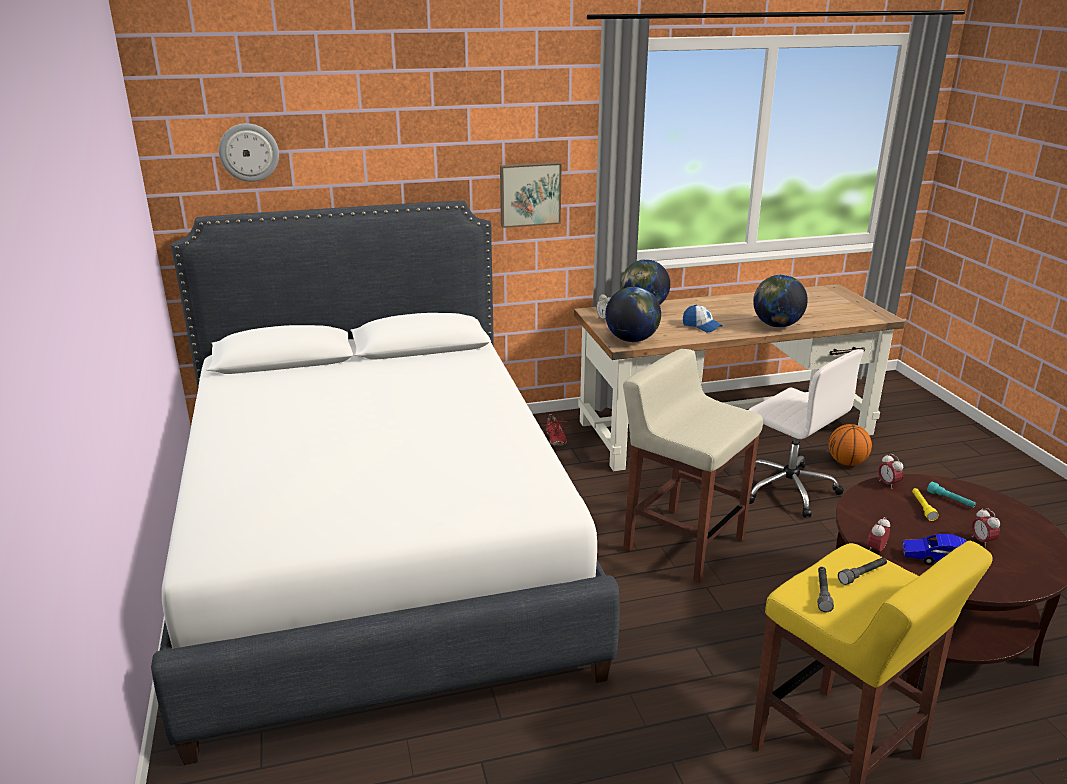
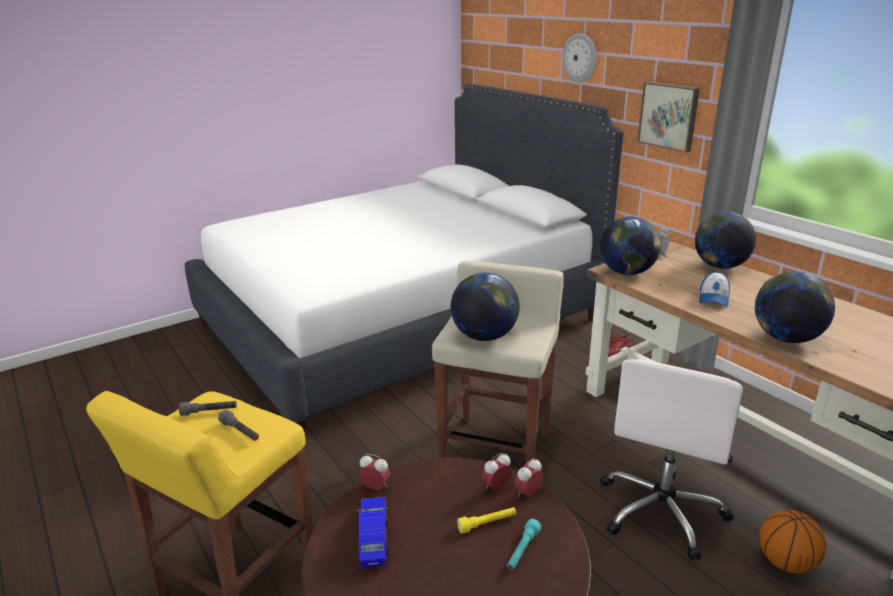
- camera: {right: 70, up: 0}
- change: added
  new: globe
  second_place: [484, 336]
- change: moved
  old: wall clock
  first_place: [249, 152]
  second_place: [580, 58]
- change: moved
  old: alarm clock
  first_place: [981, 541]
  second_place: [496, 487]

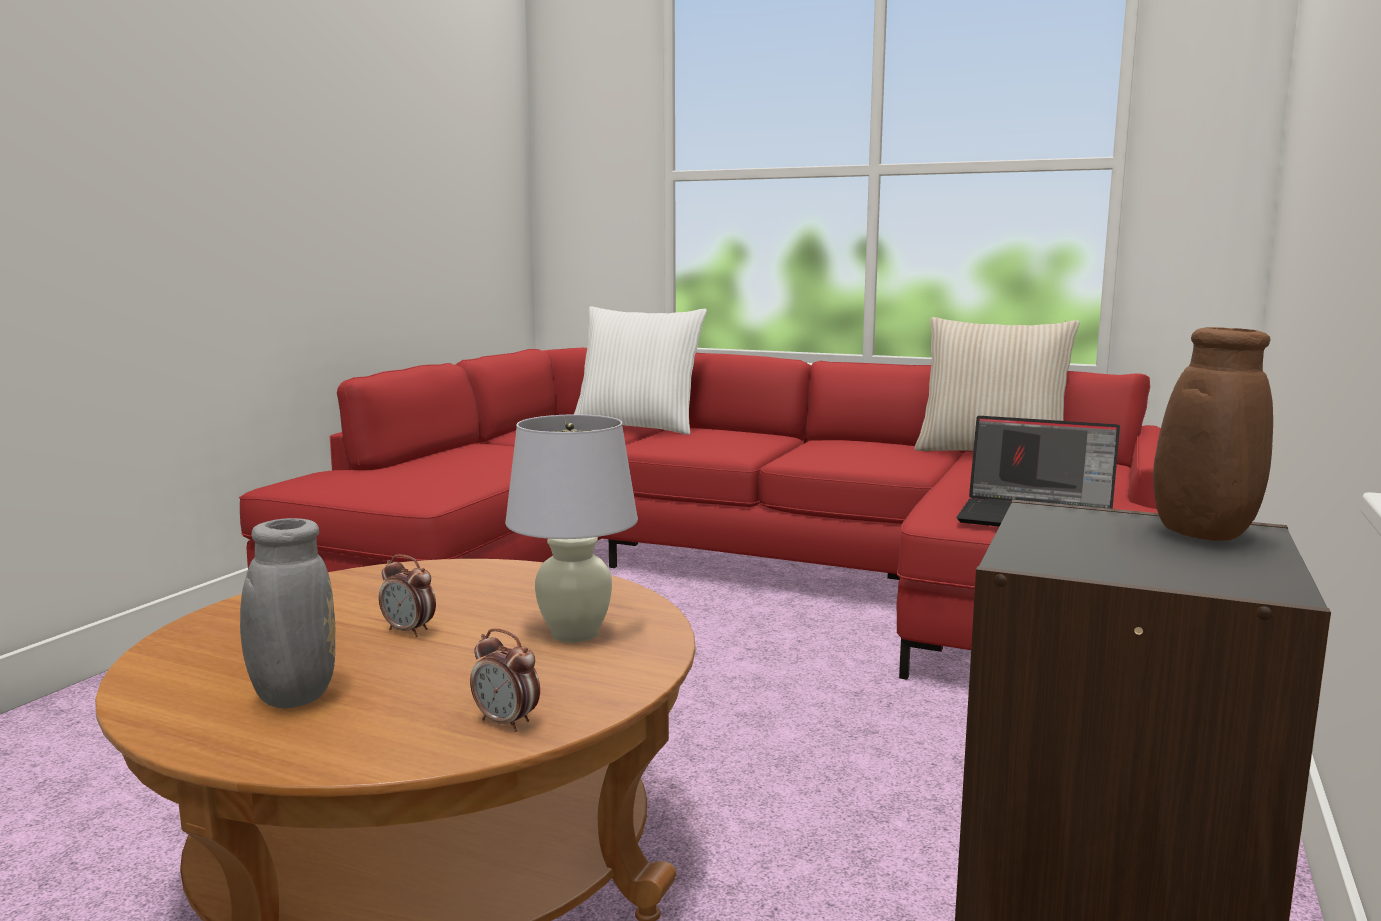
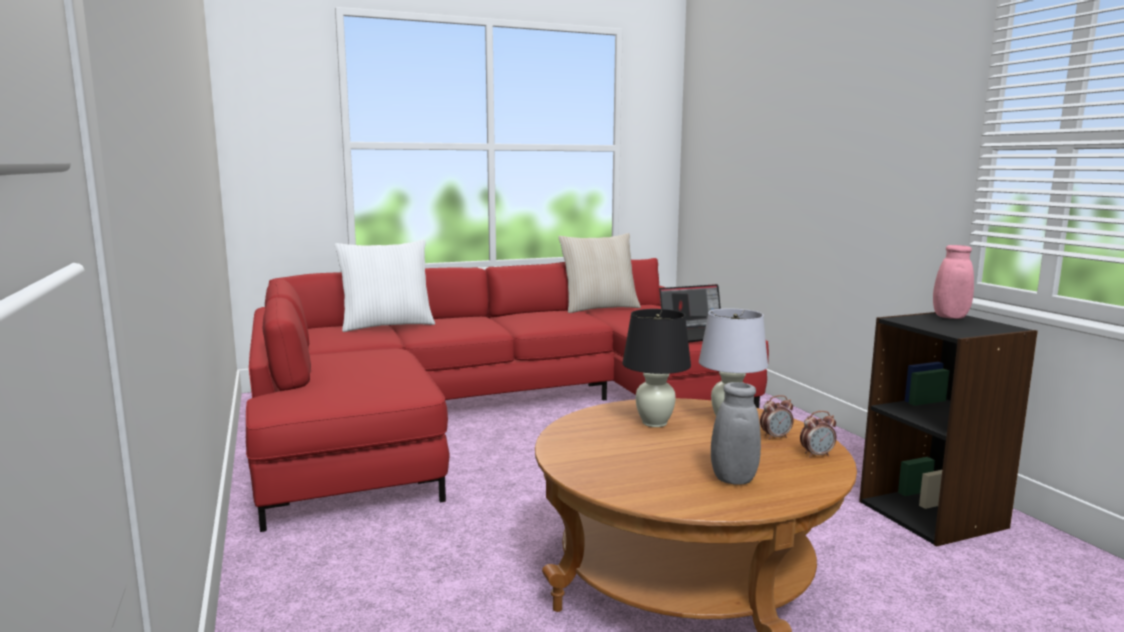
- camera: {right: -45, up: 0}
- change: added
  new: black table lamp
  second_place: [655, 423]
- change: moved
  old: alarm clock
  first_place: [409, 631]
  second_place: [775, 437]
- change: recoloured
  old: brown vase
  new: pink vase
  first_place: [1194, 534]
  second_place: [948, 318]

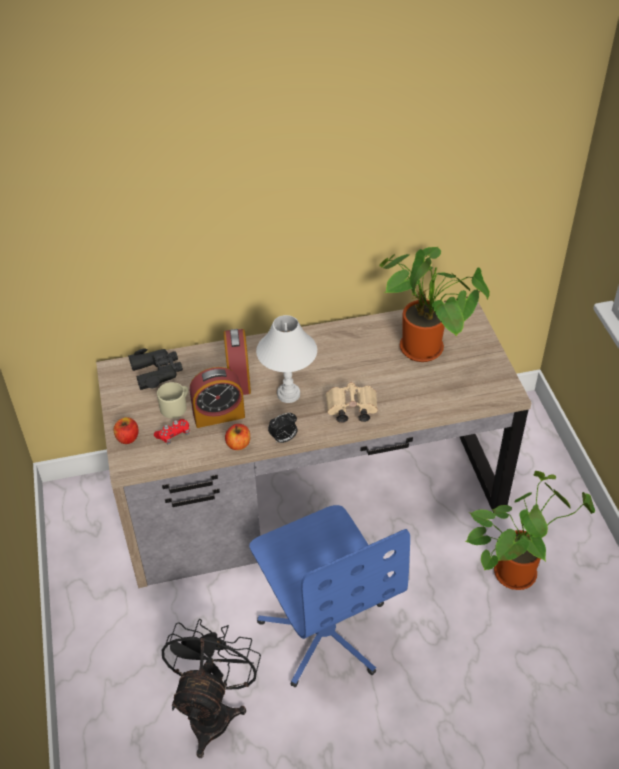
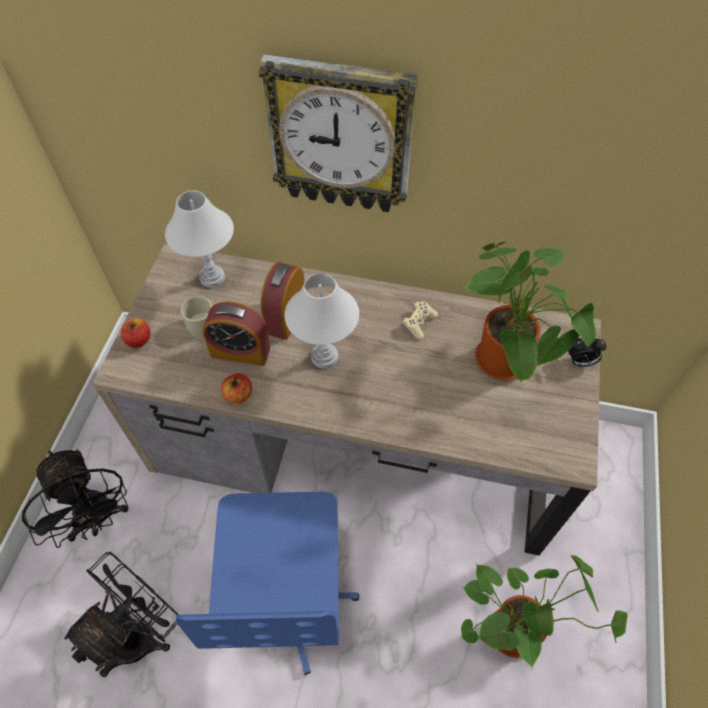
- camera: {right: 25, up: 10}
- change: removed
  old: red game controller
  first_place: [173, 435]
- change: removed
  old: beige binoculars
  first_place: [350, 410]
- change: added
  new: black fan
  second_place: [97, 520]
- change: added
  new: wall clock
  second_place: [341, 137]
- change: added
  new: beige game controller
  second_place: [419, 323]
- change: moved
  old: alarm clock
  first_place: [283, 439]
  second_place: [580, 362]
- change: replaced
  old: black binoculars
  new: white table lamp
  first_place: [157, 372]
  second_place: [212, 277]

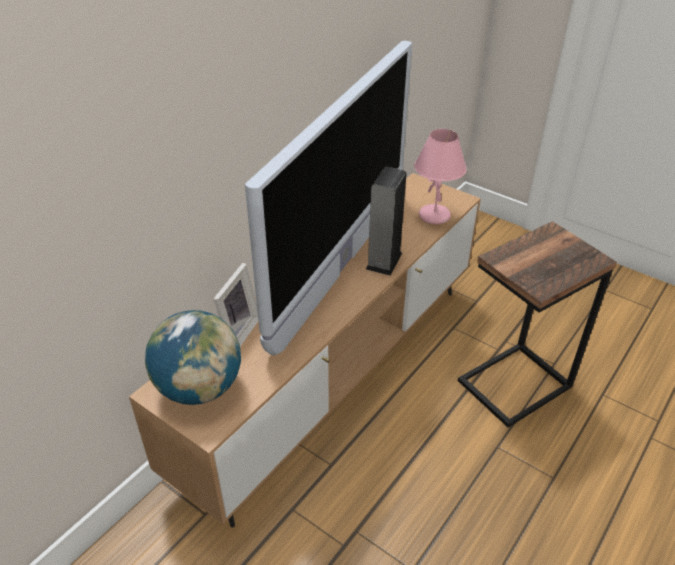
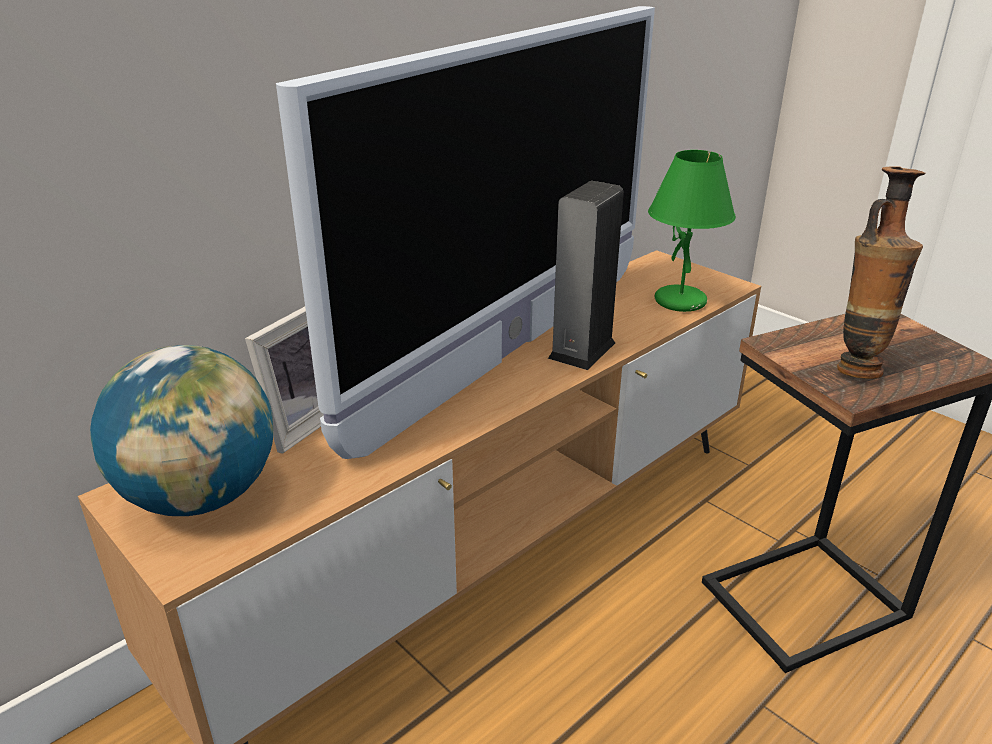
- camera: {right: 10, up: -10}
- change: added
  new: vase
  second_place: [857, 367]
- change: recoloured
  old: pink table lamp
  new: green table lamp
  first_place: [435, 216]
  second_place: [681, 301]

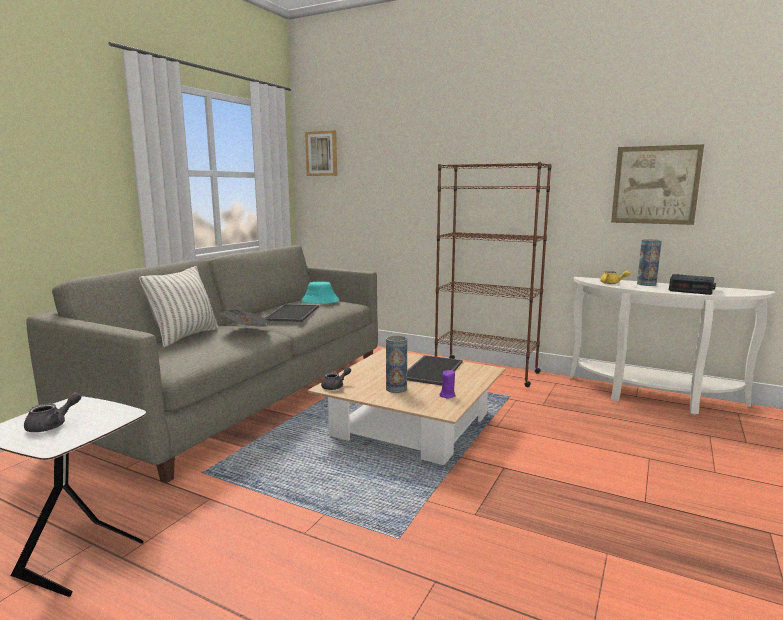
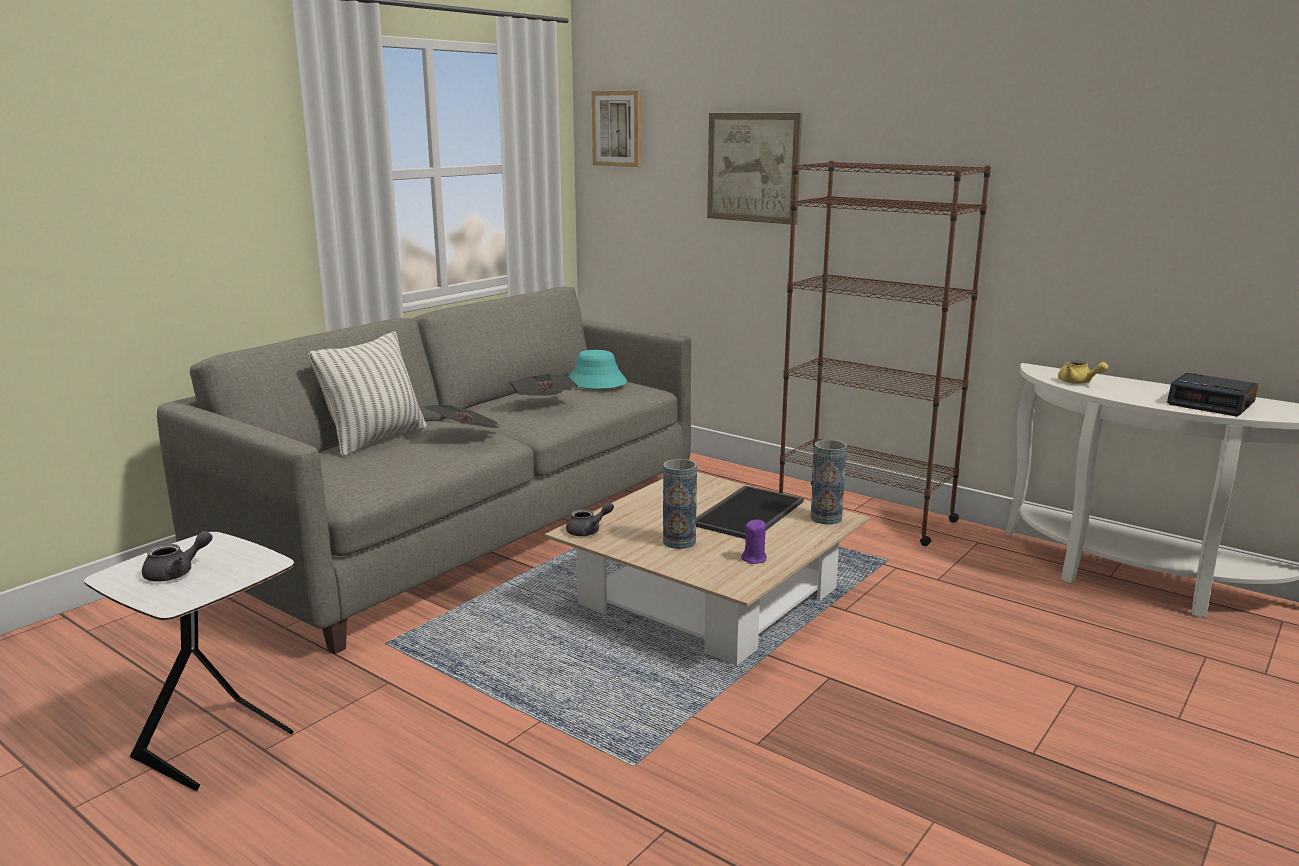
- camera: {right: 10, up: 5}
- change: moved
  old: picture
  first_place: [655, 185]
  second_place: [753, 167]
- change: moved
  old: vase
  first_place: [646, 284]
  second_place: [826, 518]
- change: replaced
  old: tray
  new: newspaper
  first_place: [291, 313]
  second_place: [544, 404]

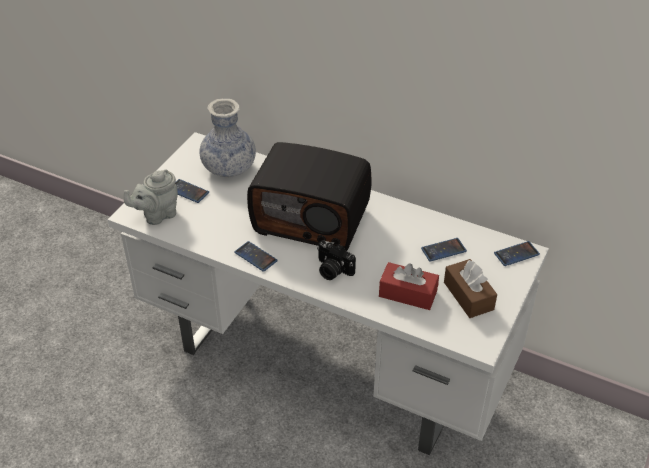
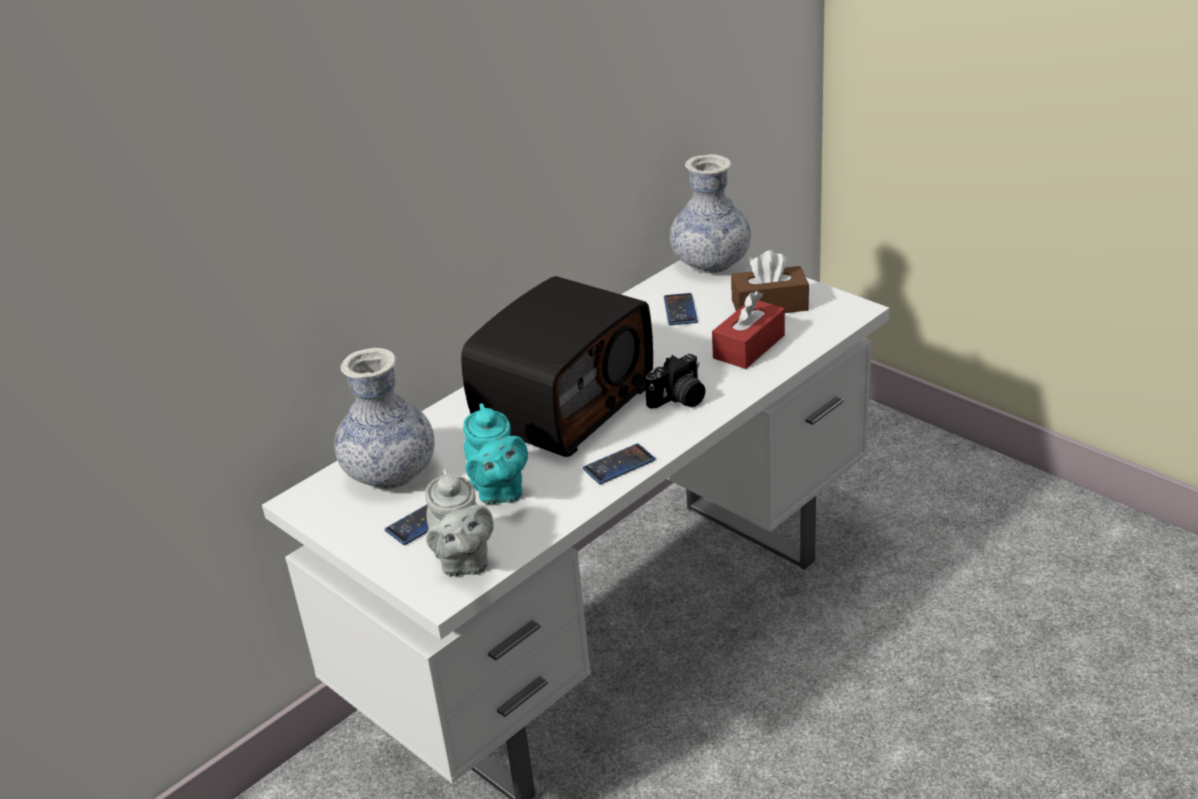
- camera: {right: -70, up: -10}
- change: added
  new: turquoise teapot
  second_place: [498, 492]
- change: replaced
  old: phone
  new: vase
  first_place: [516, 254]
  second_place: [711, 263]

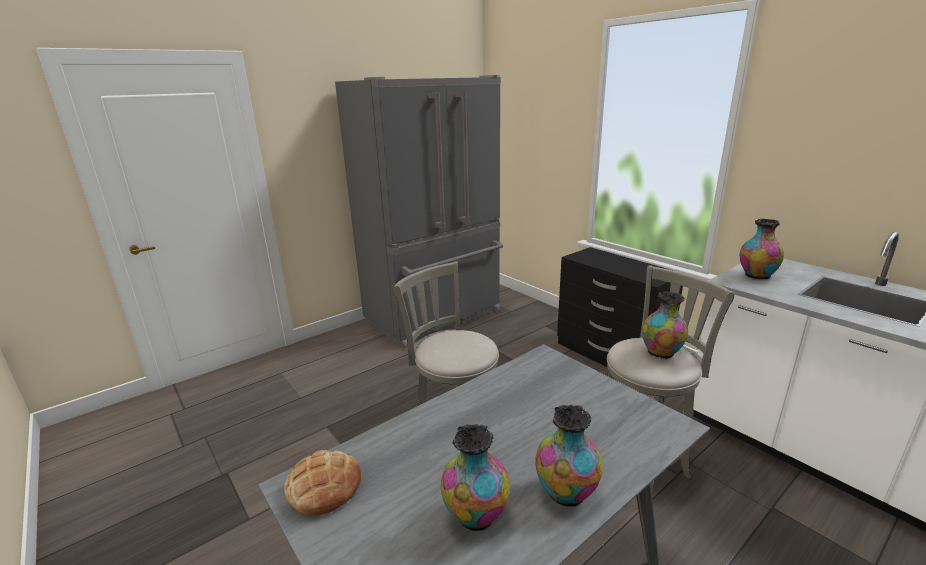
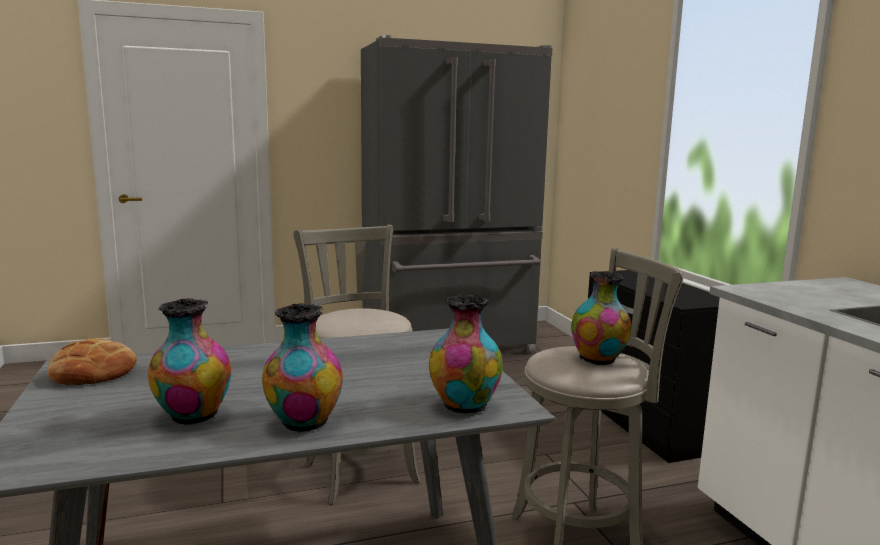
- camera: {right: 20, up: -10}
- change: moved
  old: vase
  first_place: [756, 276]
  second_place: [464, 406]

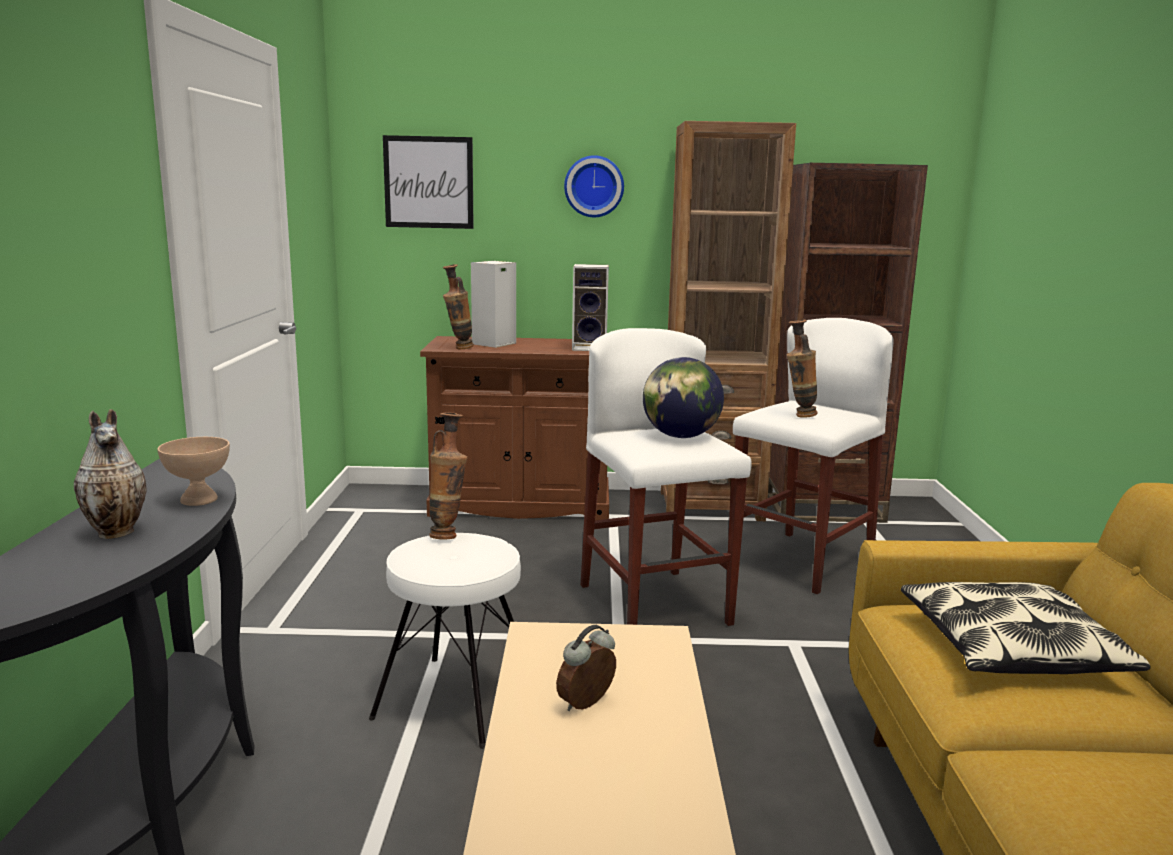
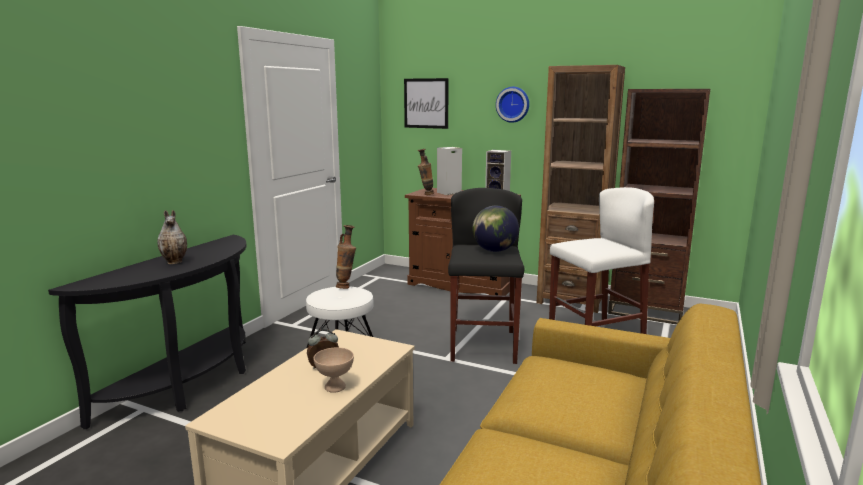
- camera: {right: 25, up: 0}
- change: removed
  old: vase
  first_place: [799, 415]
- change: removed
  old: pillow
  first_place: [1010, 648]
- change: moved
  old: beige bowl
  first_place: [200, 500]
  second_place: [335, 387]
- change: recoloured
  old: white stool
  new: black stool
  first_place: [654, 604]
  second_place: [483, 346]

